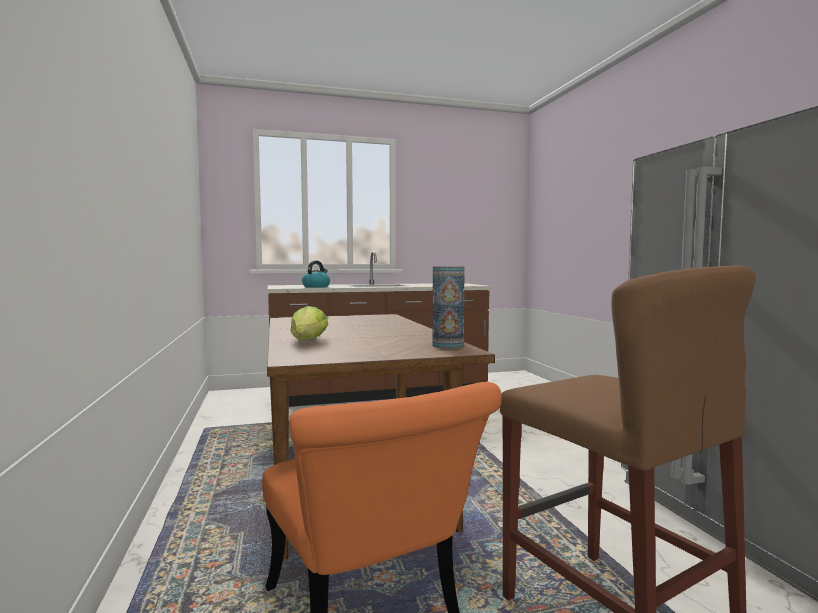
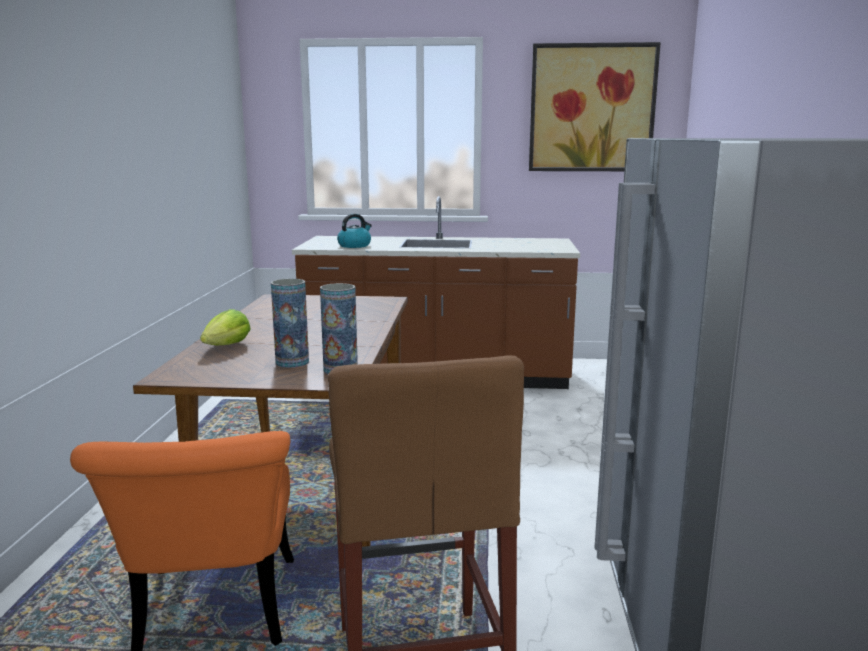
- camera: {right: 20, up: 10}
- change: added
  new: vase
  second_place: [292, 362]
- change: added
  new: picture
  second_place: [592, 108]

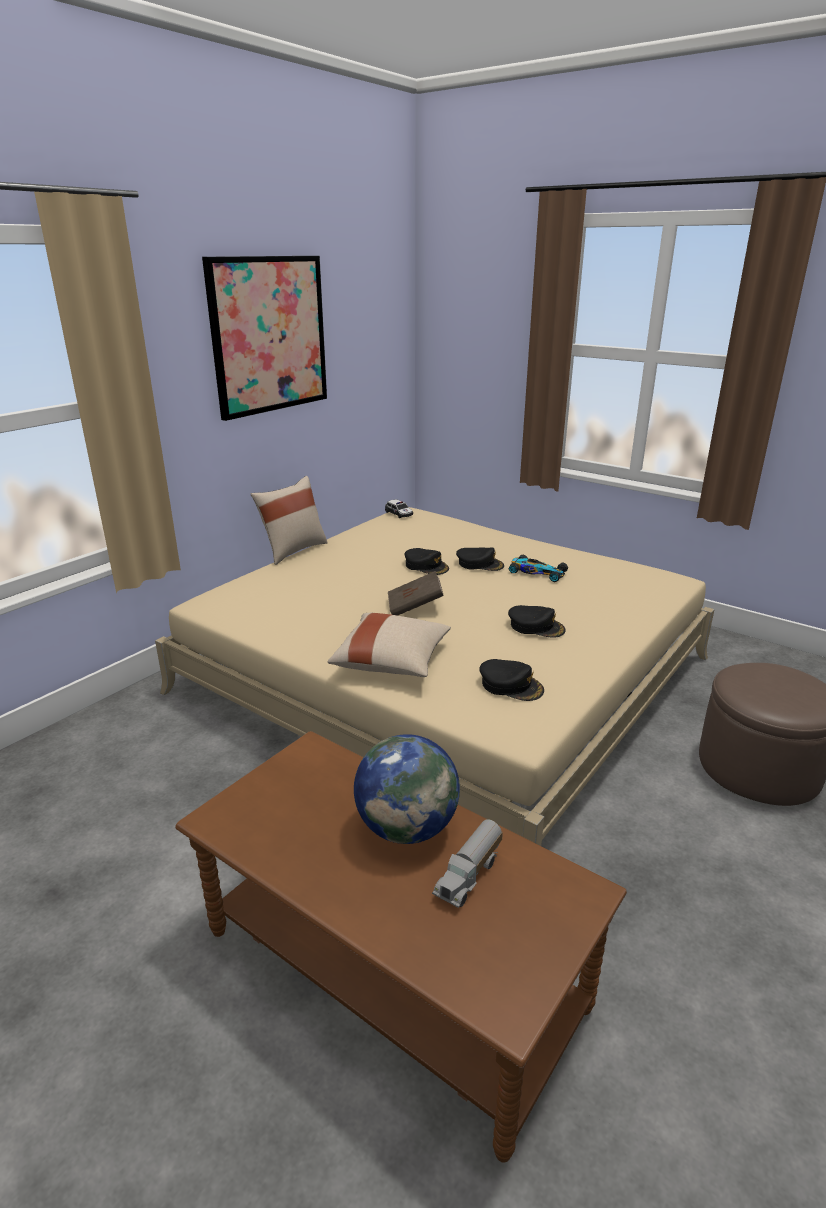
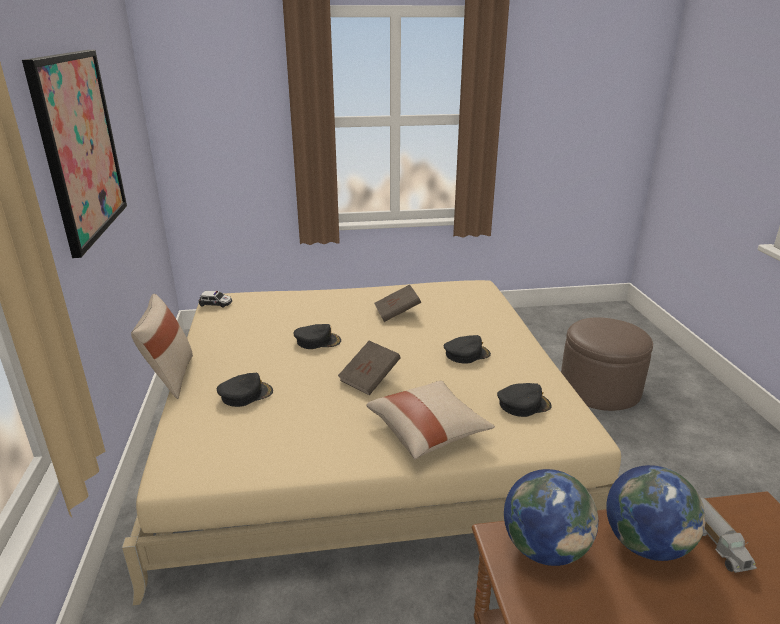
- camera: {right: -45, up: 0}
- change: added
  new: globe
  second_place: [544, 548]
- change: moved
  old: black cap
  first_place: [480, 564]
  second_place: [245, 394]
- change: replaced
  old: toy car
  new: brown book
  first_place: [536, 572]
  second_place: [397, 313]

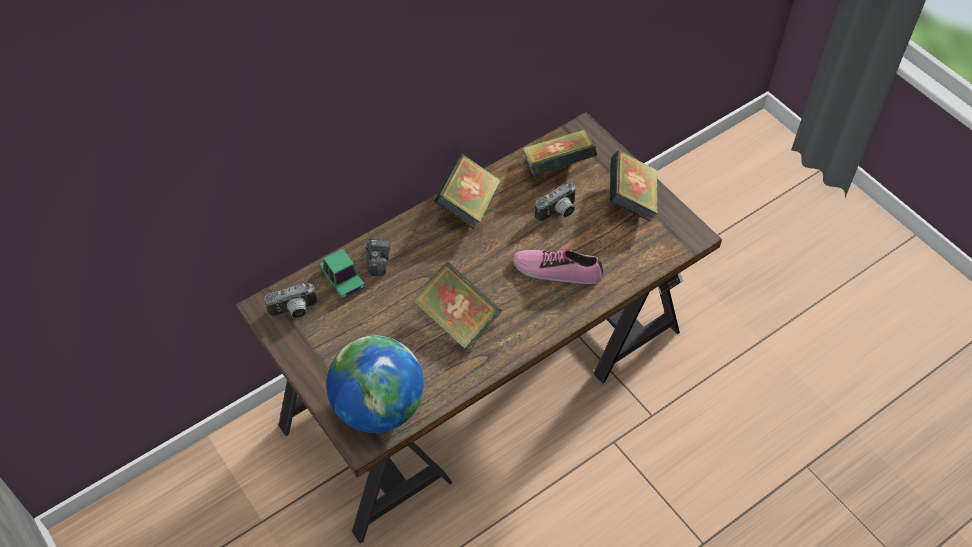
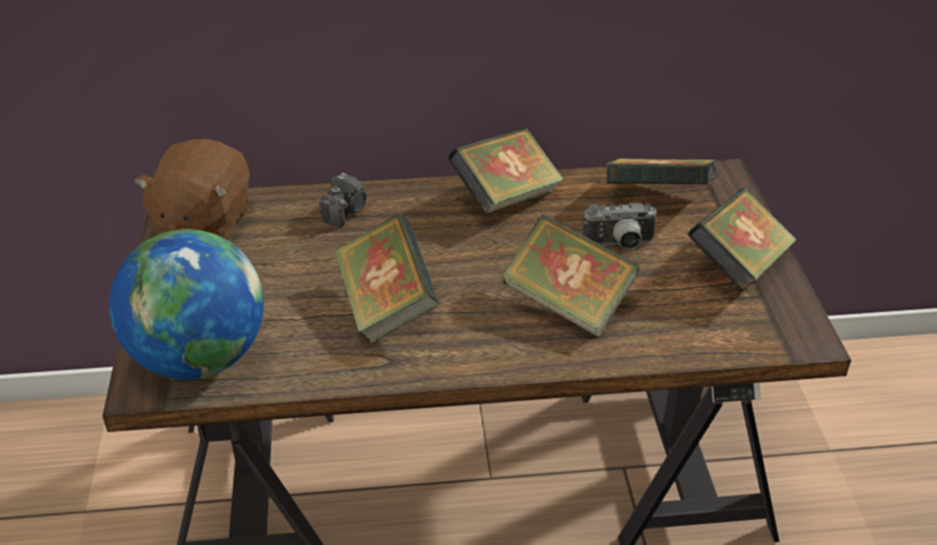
- camera: {right: 30, up: -15}
- change: removed
  old: toy car
  first_place: [342, 279]
- change: replaced
  old: photo camera
  new: brown plush toy
  first_place: [294, 312]
  second_place: [203, 223]
- change: replaced
  old: shoe
  new: book
  first_place: [557, 270]
  second_place: [568, 303]

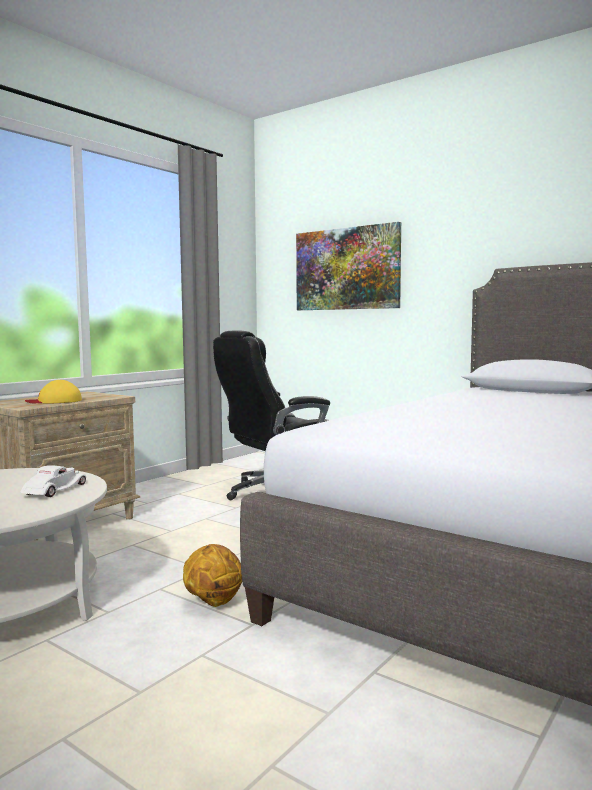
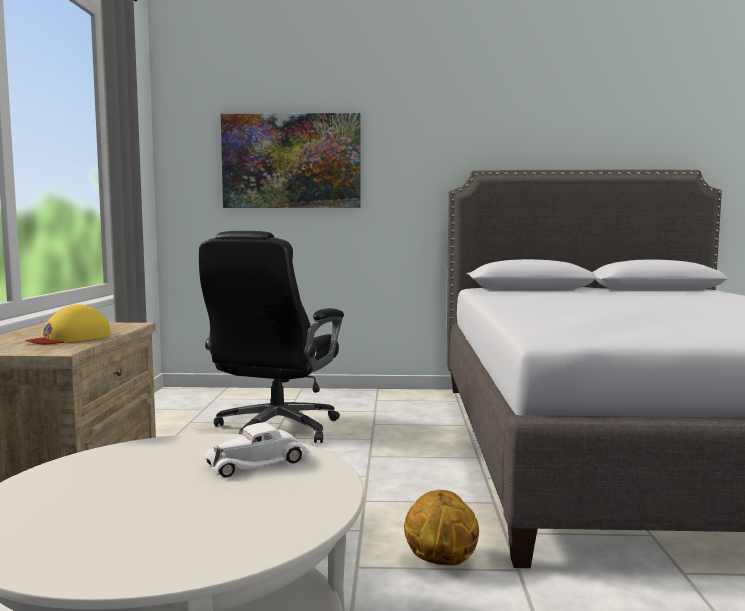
- camera: {right: -35, up: 0}
- change: turned
  old: white toy car
  first_place: [54, 490]
  second_place: [258, 463]
  degrees: -105

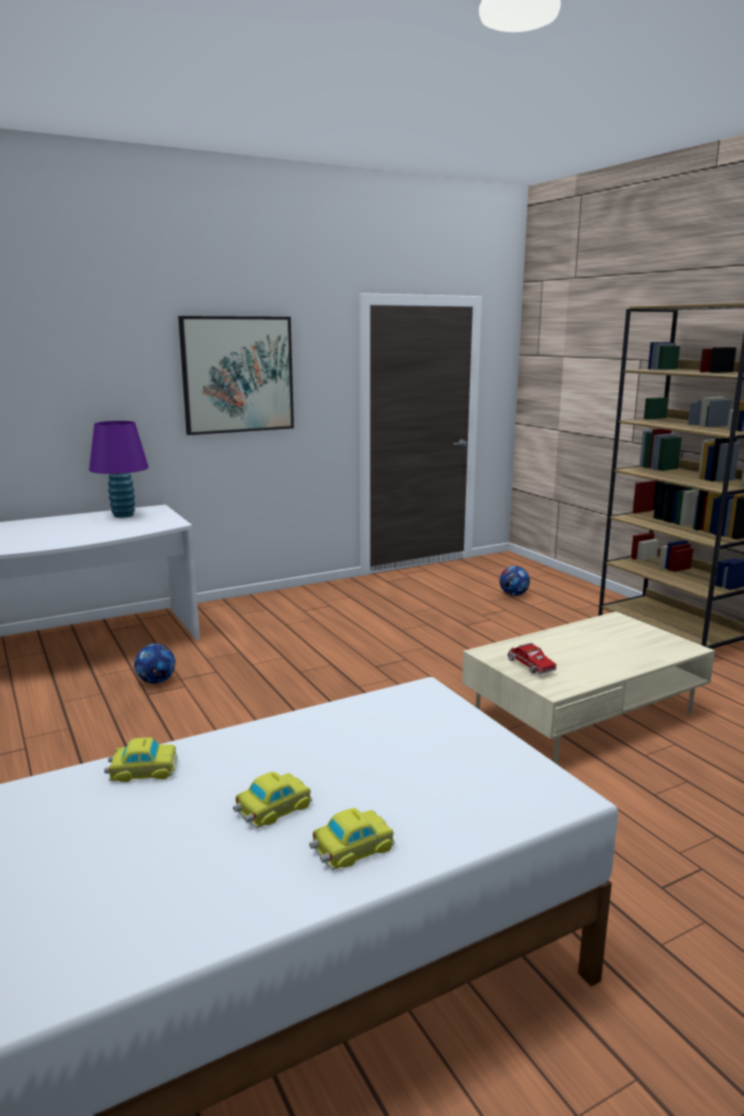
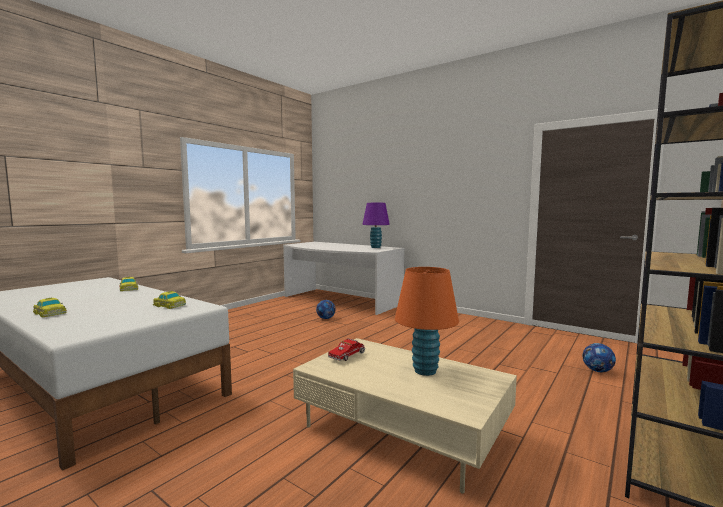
- camera: {right: 65, up: -10}
- change: removed
  old: picture
  first_place: [238, 374]
- change: added
  new: orange table lamp
  second_place: [425, 371]
- change: moved
  old: toy car
  first_place: [272, 808]
  second_place: [169, 305]

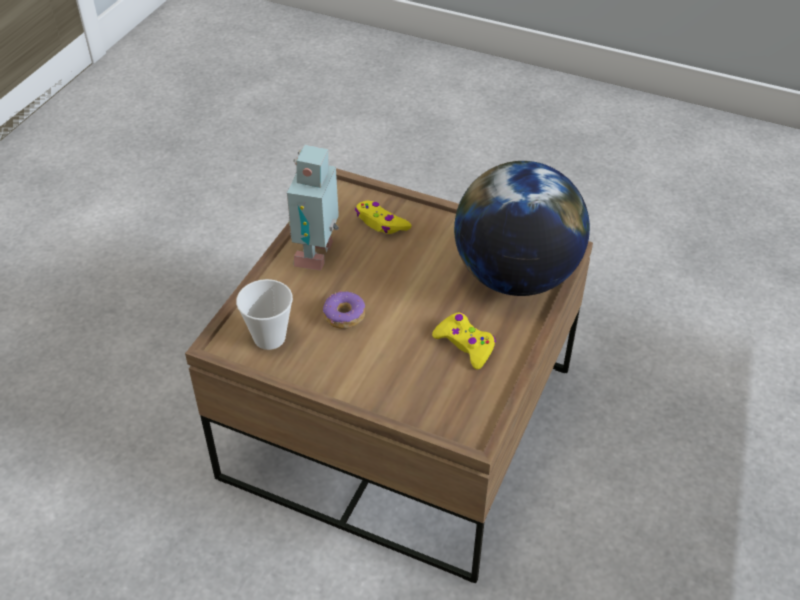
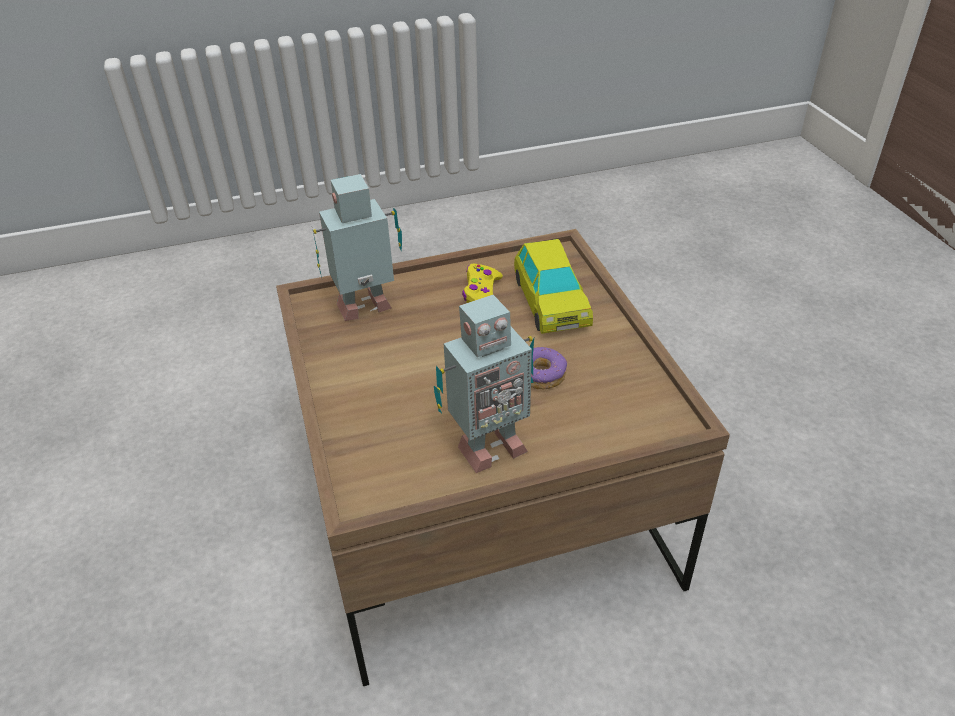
- camera: {right: -130, up: -5}
- change: removed
  old: cup
  first_place: [269, 338]
- change: removed
  old: yellow game controller
  first_place: [381, 223]
- change: added
  new: toy car
  second_place: [551, 303]
- change: replaced
  old: globe
  new: toy robot
  first_place: [515, 276]
  second_place: [367, 309]

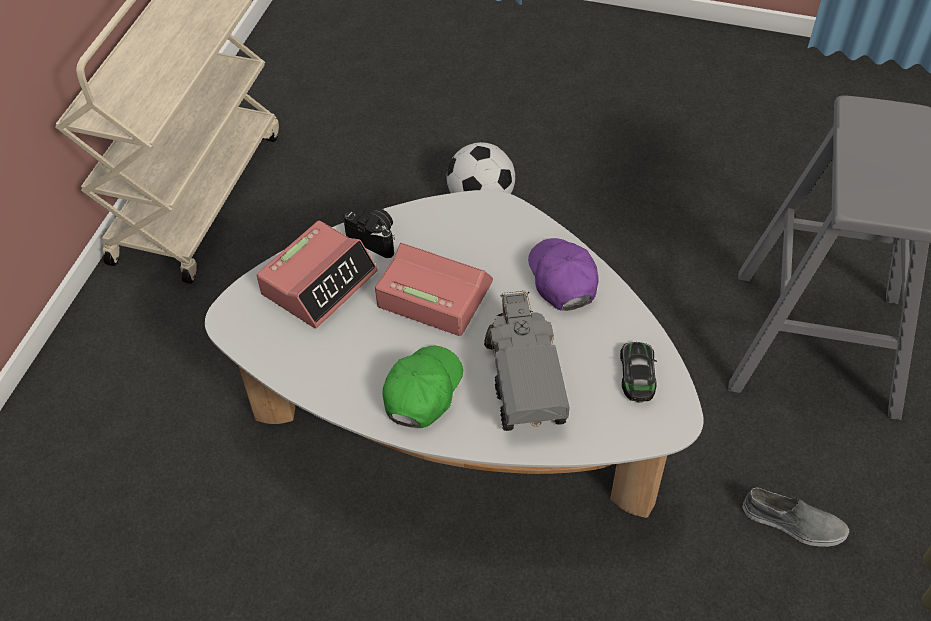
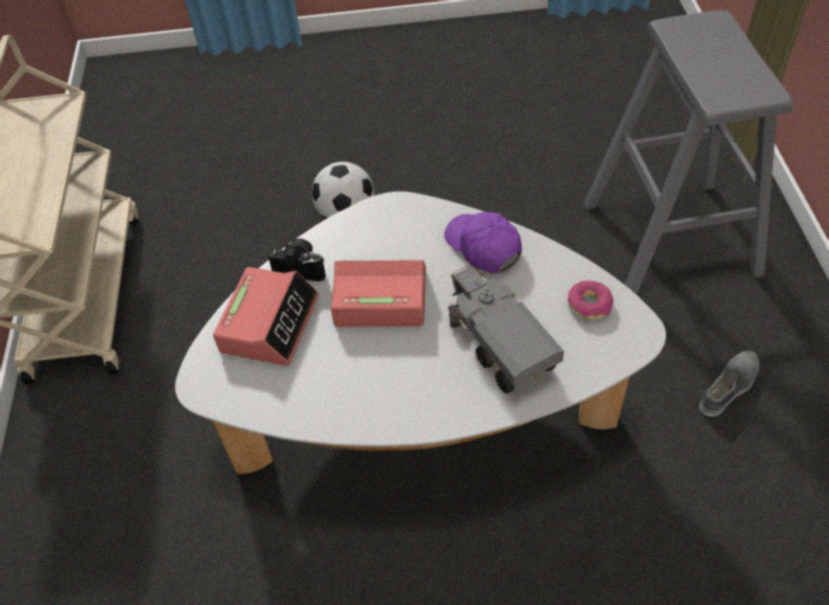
- camera: {right: -20, up: 0}
- change: removed
  old: green cap
  first_place: [422, 391]
- change: replaced
  old: toy car
  new: donut
  first_place: [637, 374]
  second_place: [589, 305]
- change: turned
  old: grey shoe
  first_place: [793, 523]
  second_place: [729, 387]
  degrees: -45

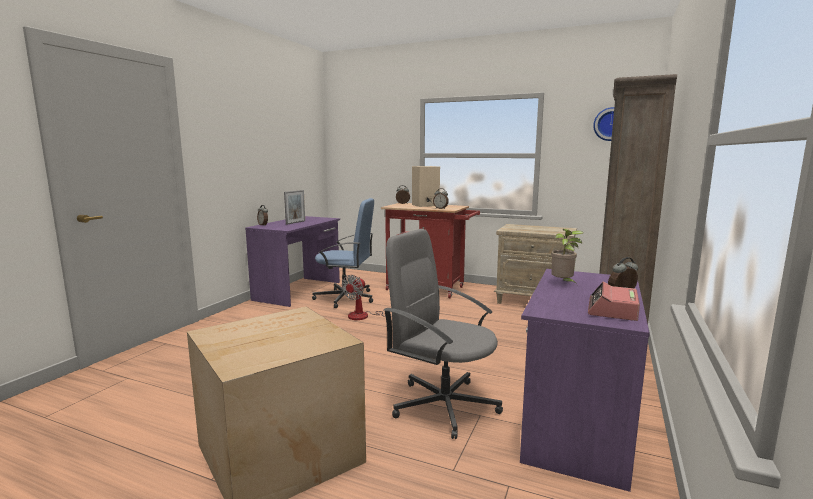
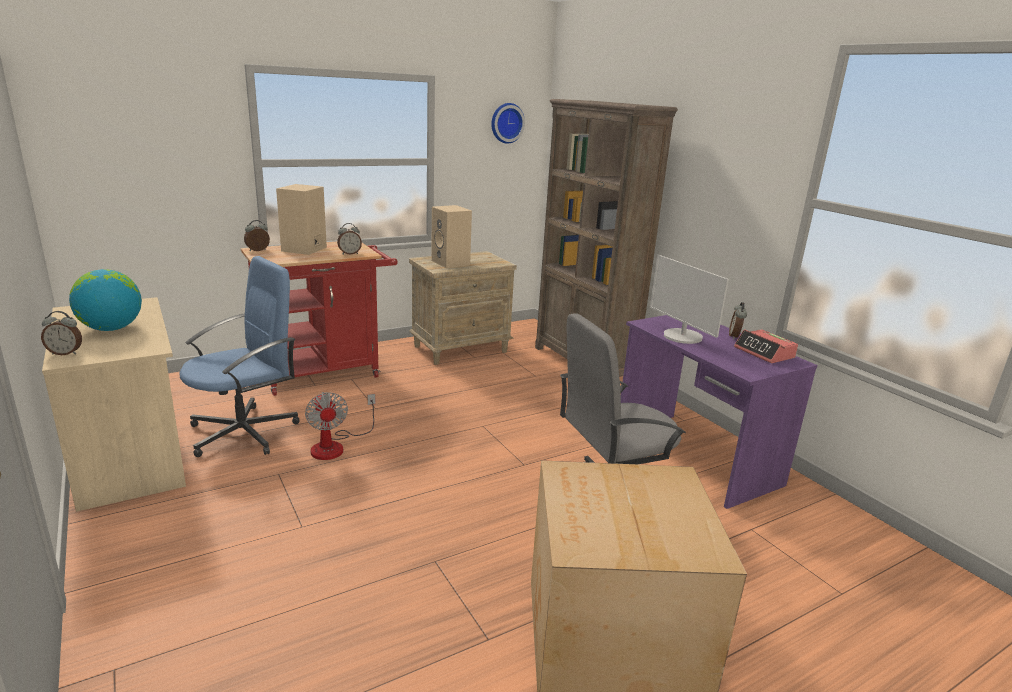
- camera: {right: -55, up: 10}
- change: added
  new: beige speaker
  second_place: [451, 263]
- change: replaced
  old: picture frame
  new: globe
  first_place: [295, 222]
  second_place: [111, 328]
- change: replaced
  old: potted plant
  new: monitor
  first_place: [563, 284]
  second_place: [682, 336]
- change: recoloured
  old: purple desk
  new: beige desk
  first_place: [299, 291]
  second_place: [131, 453]

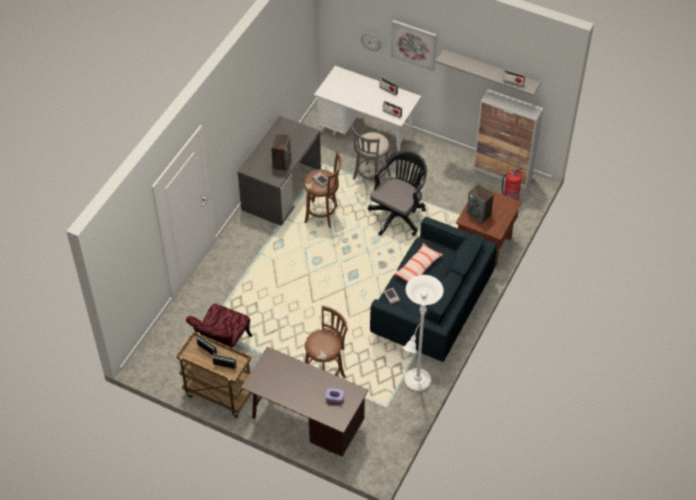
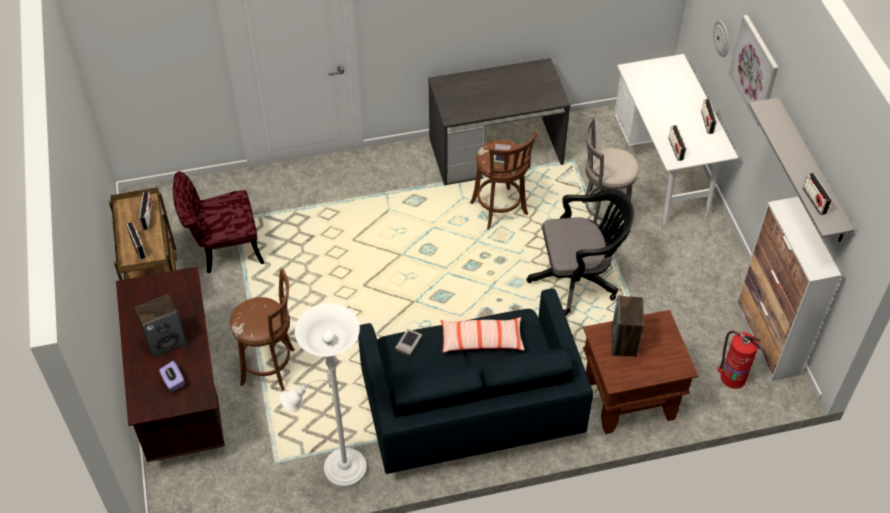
- camera: {right: 50, up: 0}
- change: moved
  old: speaker
  first_place: [281, 163]
  second_place: [166, 341]

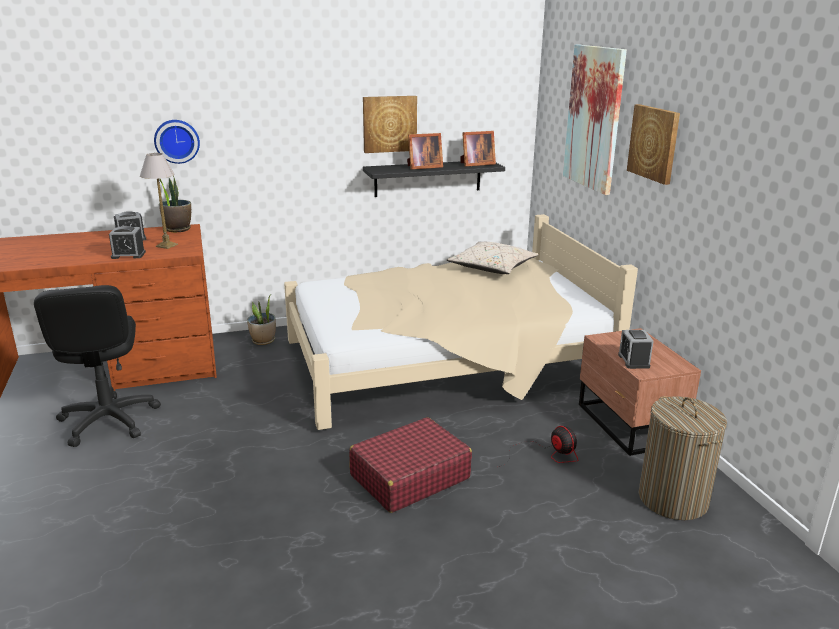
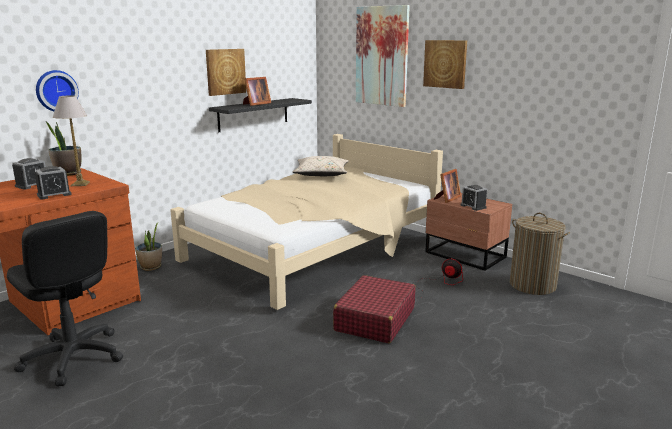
- camera: {right: -30, up: -5}
- change: moved
  old: picture frame
  first_place: [476, 164]
  second_place: [447, 199]

